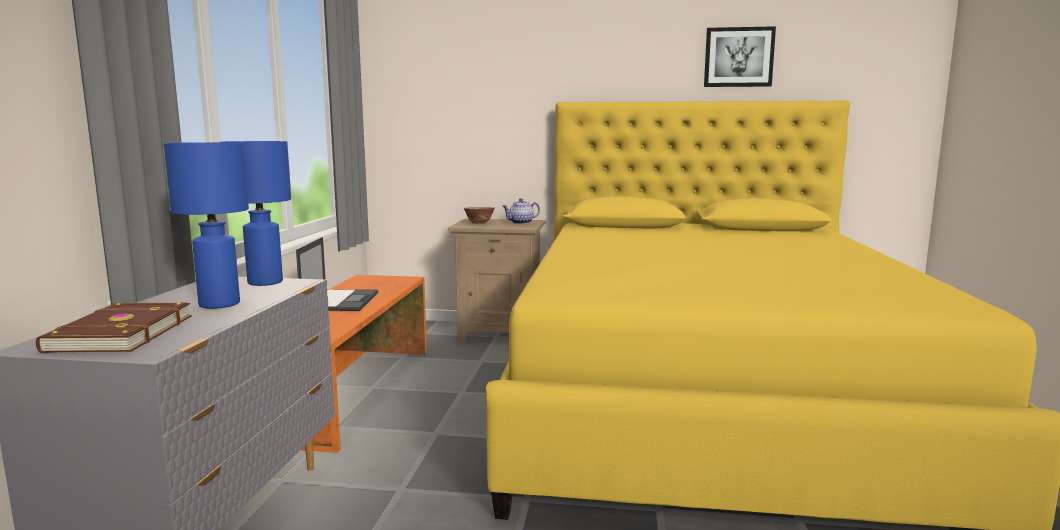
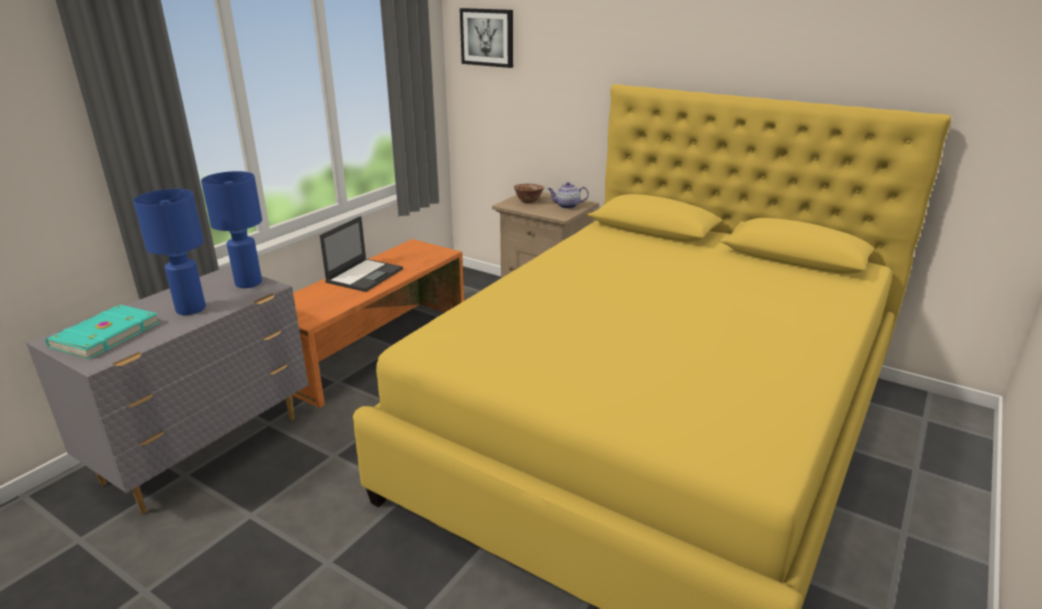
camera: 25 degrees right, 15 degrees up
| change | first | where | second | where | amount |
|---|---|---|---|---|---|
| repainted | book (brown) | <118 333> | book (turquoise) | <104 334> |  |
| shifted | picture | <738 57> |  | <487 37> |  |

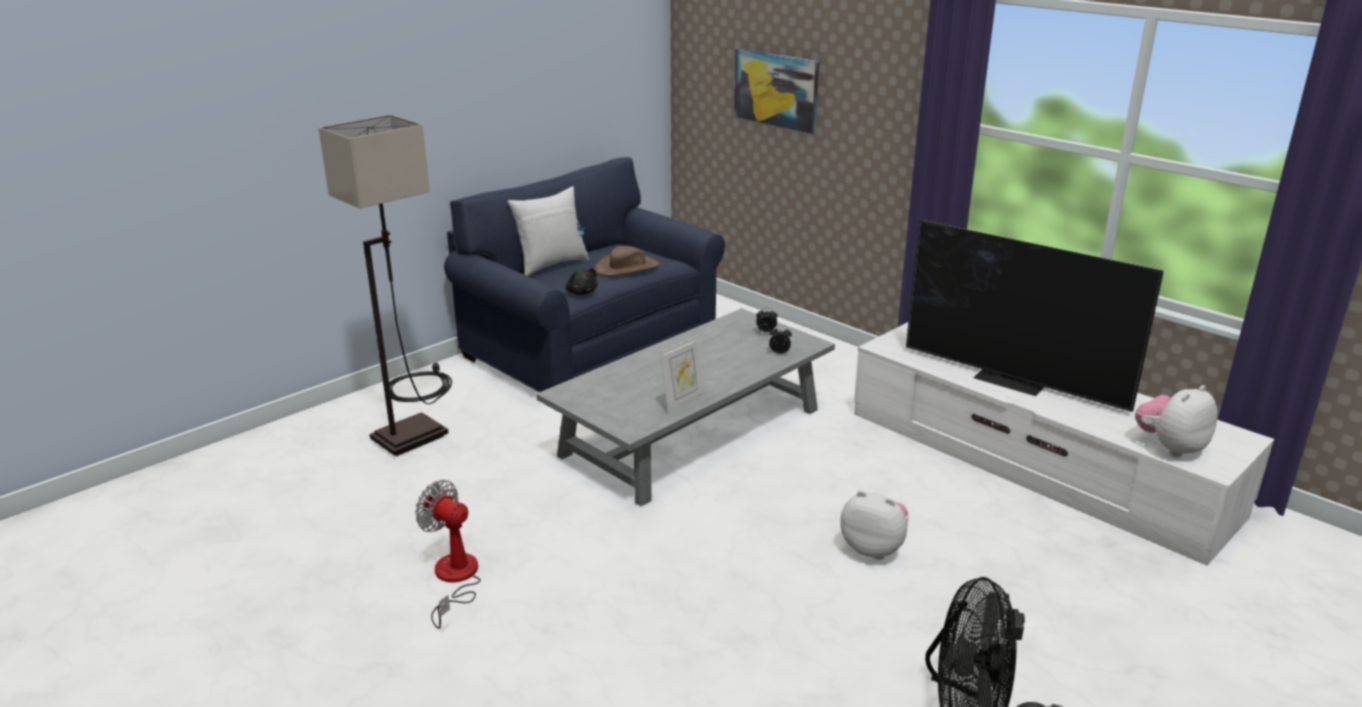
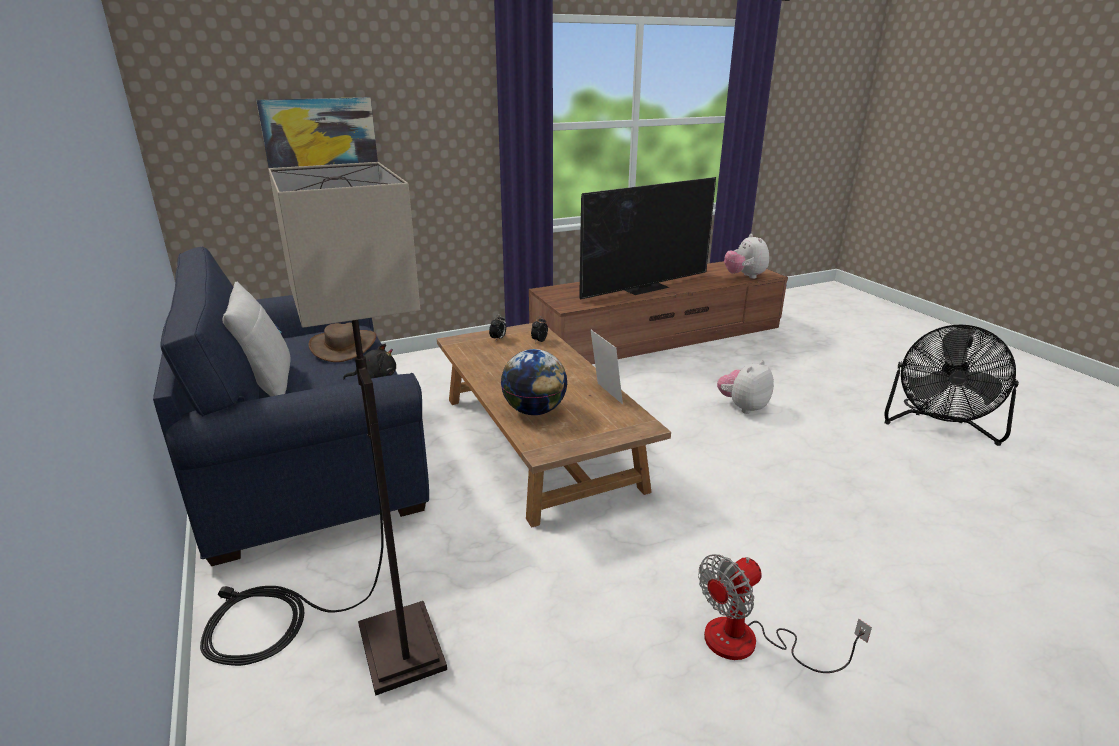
camera: 70 degrees left, 0 degrees up
| change | first | where | second | where | amount |
|---|---|---|---|---|---|
| repainted | coffee table (grey) | <691 431> | coffee table (brown) | <536 441> |  |
| new |  |  | globe | <534 411> |  |
| repainted | tv stand (white) | <1037 461> | tv stand (brown) | <658 334> |  |

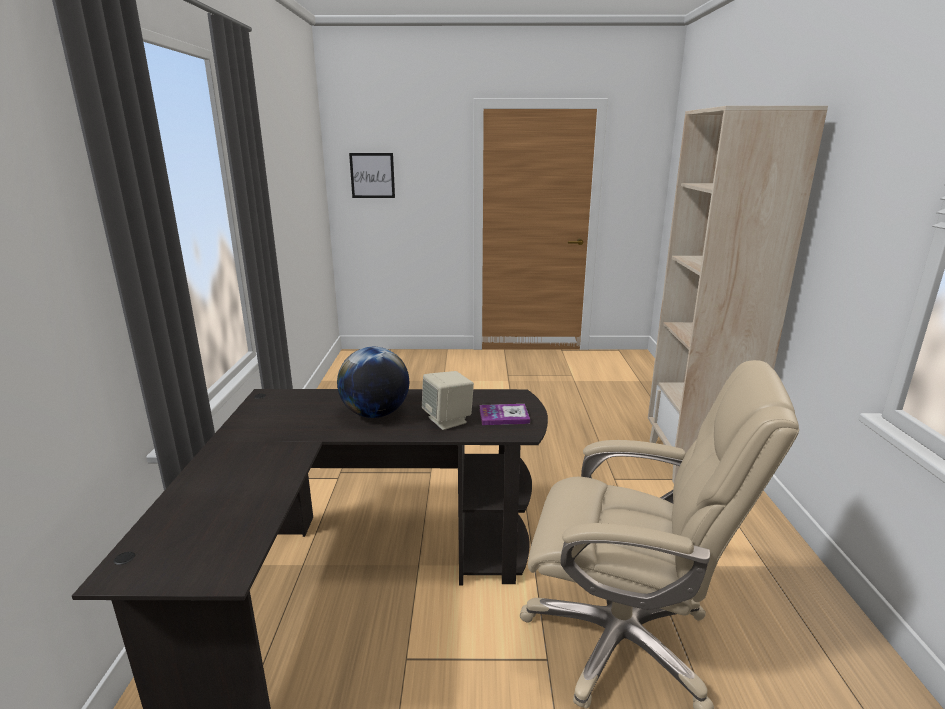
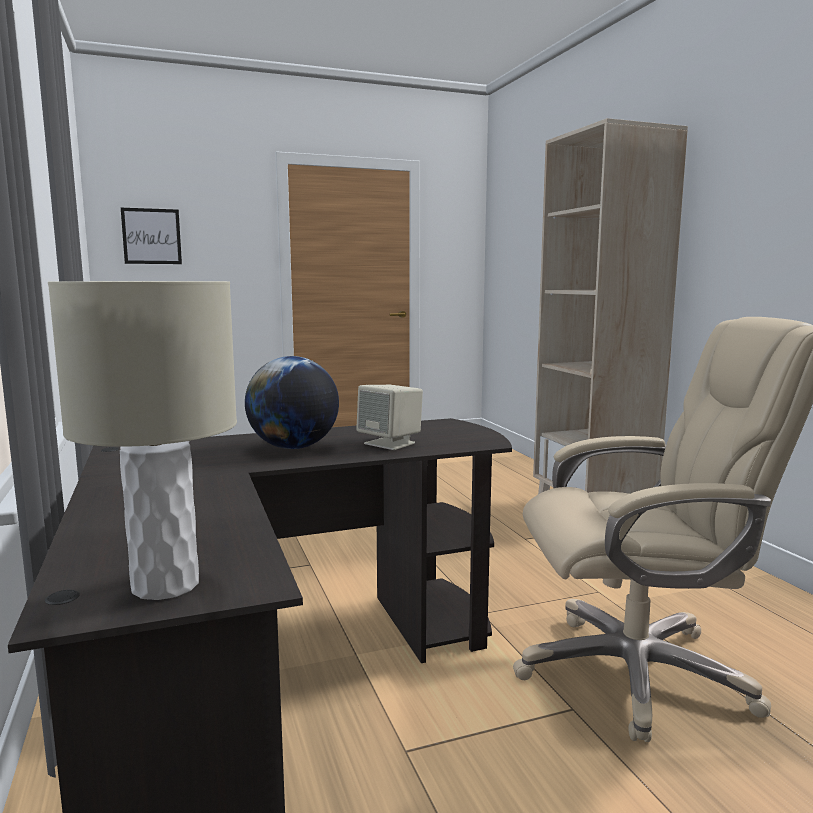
camera: 20 degrees left, 10 degrees down
| change | first | where | second | where | amount |
|---|---|---|---|---|---|
| new |  |  | table lamp (beige) | <166 585> |  |
| gone | book | <504 416> |  |  |  |

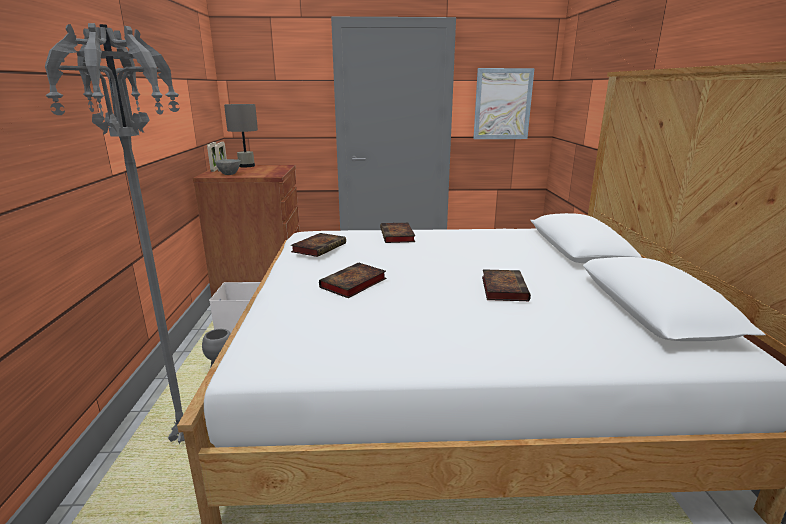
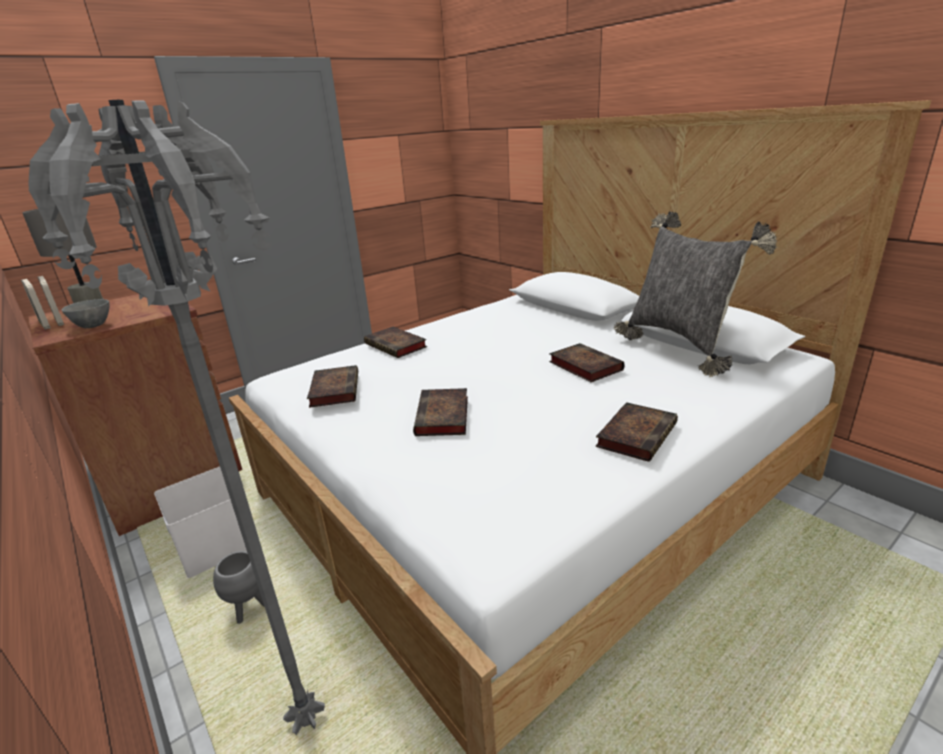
camera: 35 degrees left, 5 degrees up
| change | first | where | second | where | amount |
|---|---|---|---|---|---|
| new |  |  | book | <636 434> |  |
| new |  |  | pillow | <681 353> |  |
| gone | picture | <502 104> |  |  |  |

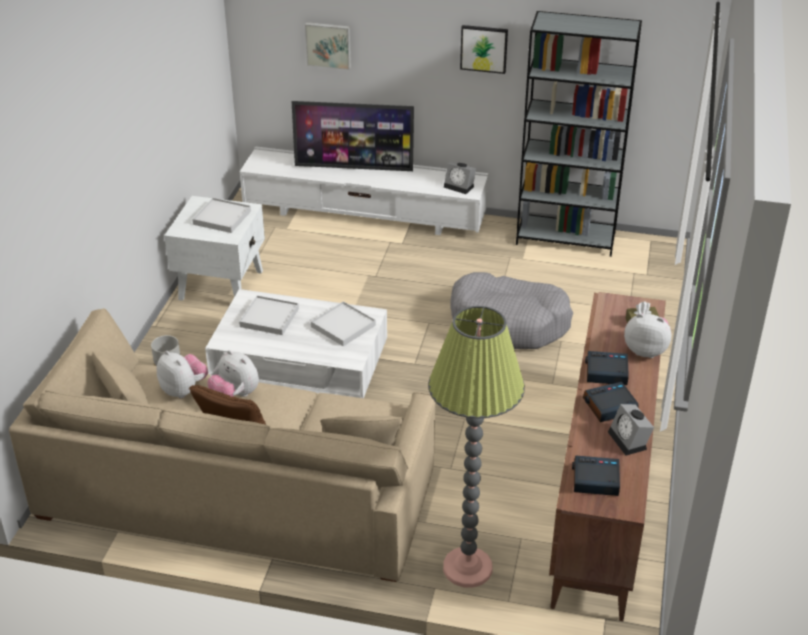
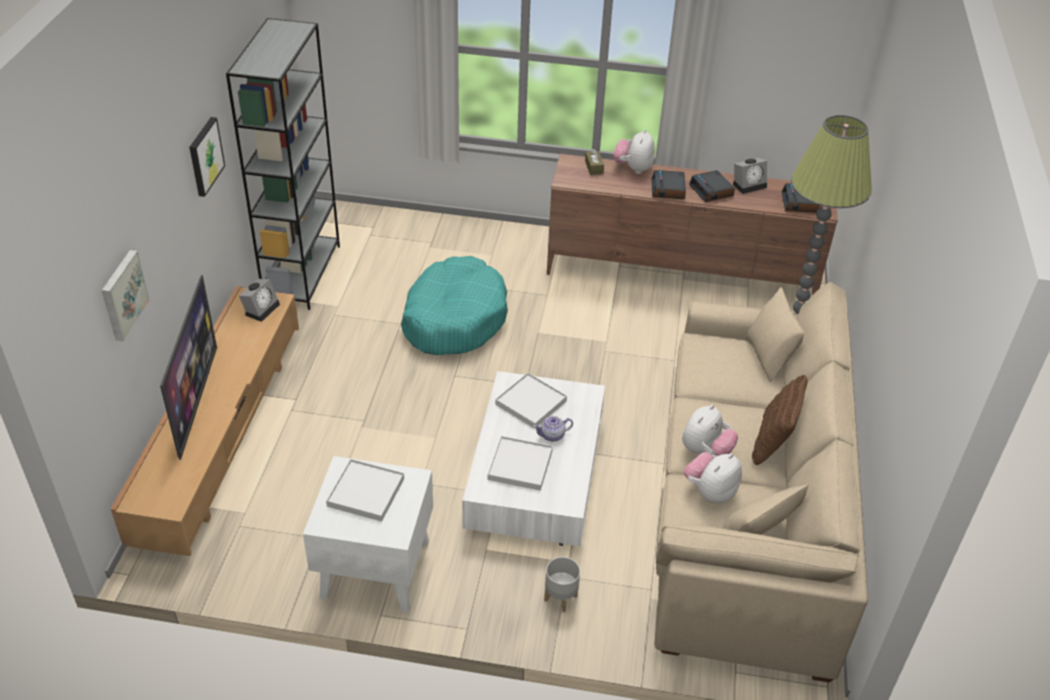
camera: 95 degrees left, 5 degrees up
| change | first | where | second | where | amount |
|---|---|---|---|---|---|
| repainted | tv stand (white) | <364 213> | tv stand (brown) | <220 435> |  |
| repainted | dog bed (grey) | <509 323> | dog bed (turquoise) | <454 318> |  |
| new |  |  | teapot | <552 435> |  |

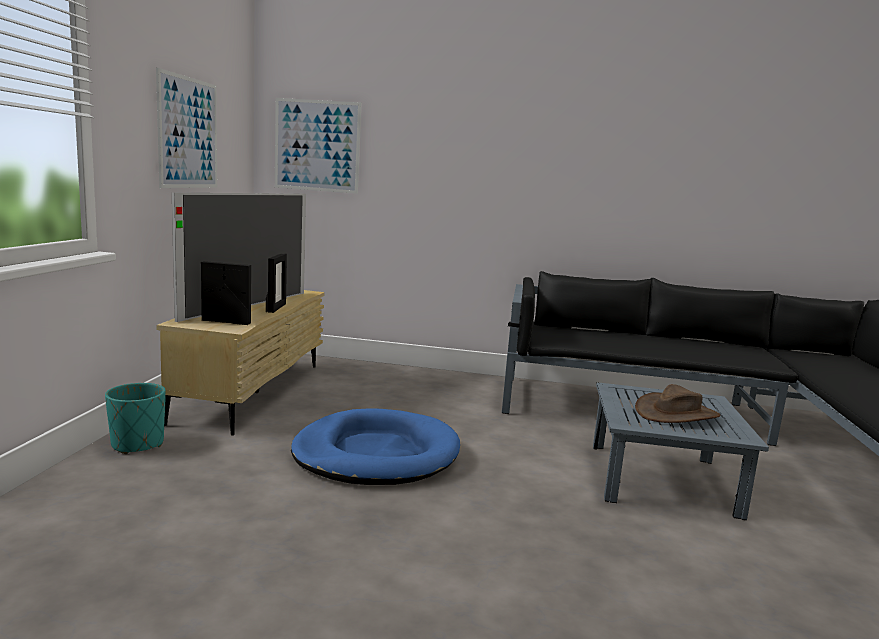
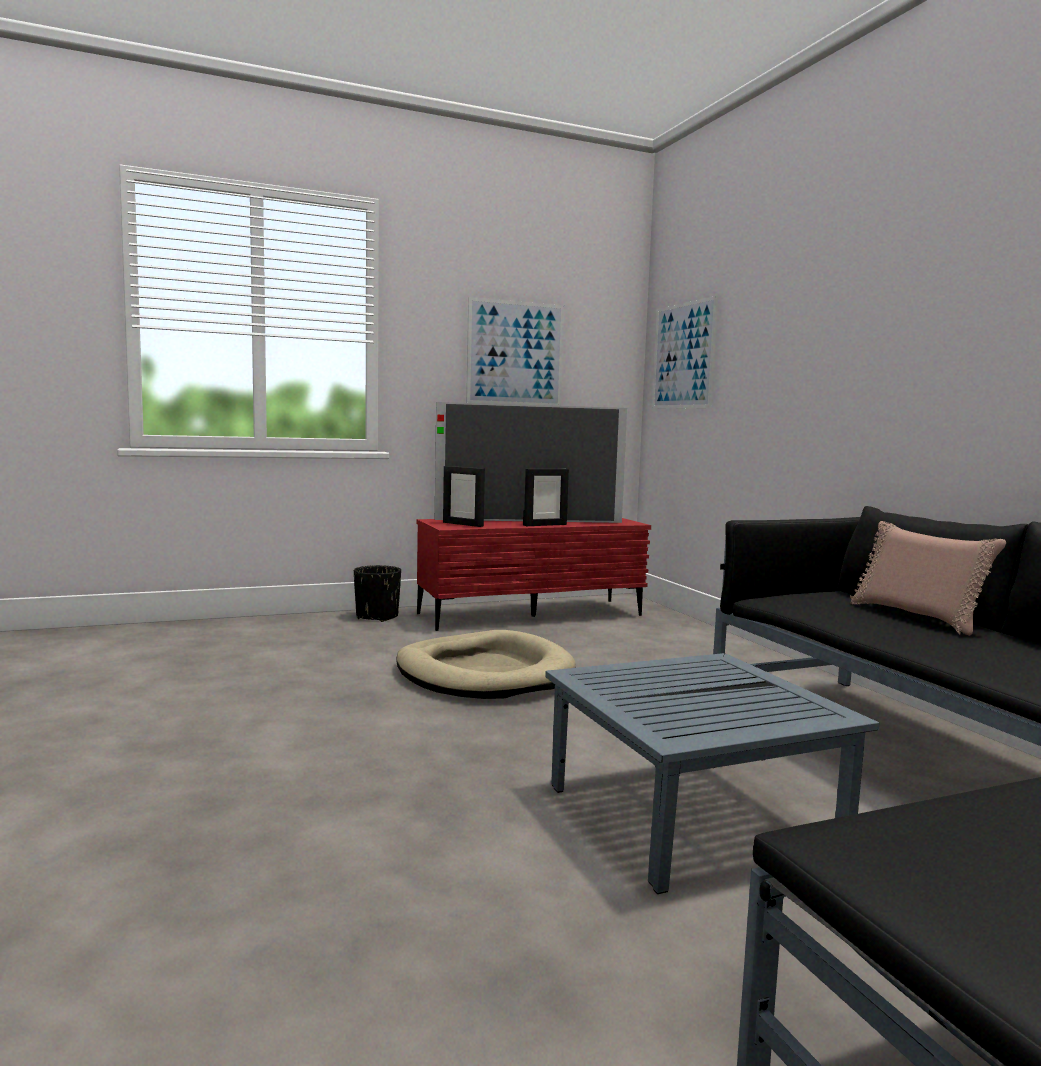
camera: 60 degrees right, 5 degrees down
| change | first | where | second | where | amount |
|---|---|---|---|---|---|
| repainted | planter (turquoise) | <138 444> | planter (black) | <377 617> |  |
| repainted | dog bed (blue) | <376 454> | dog bed (beige) | <484 673> |  |
| repainted | tv stand (beige) | <253 392> | tv stand (red) | <532 615> |  |
| rotated | picture frame | <225 322> |  | <463 524> | 150 degrees clockwise |
| new |  |  | pillow (beige) | <917 618> |  |
| gone | hat (brown) | <676 413> |  |  |  |

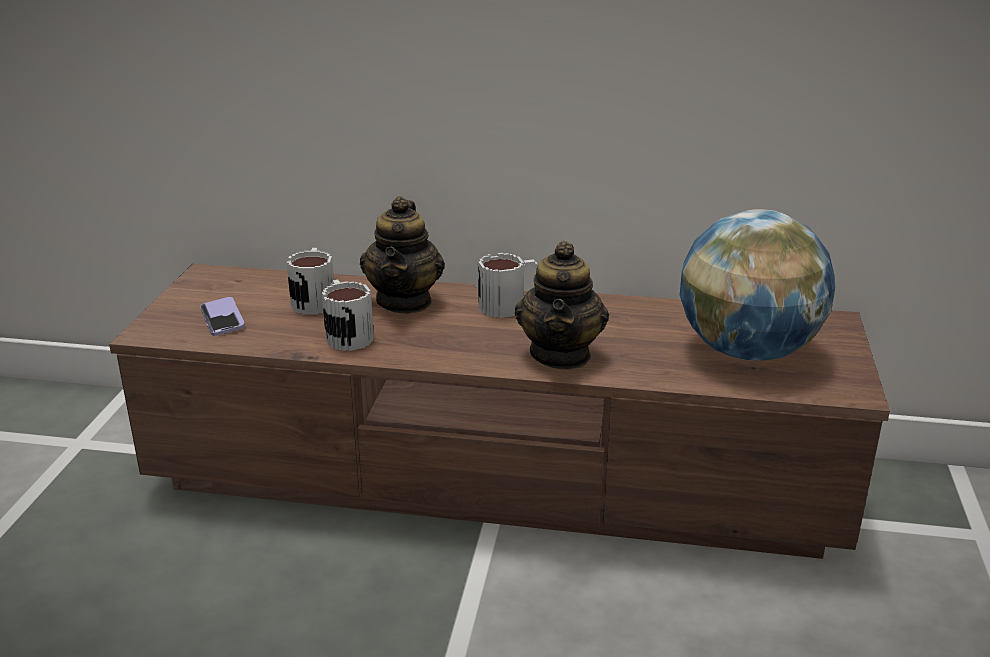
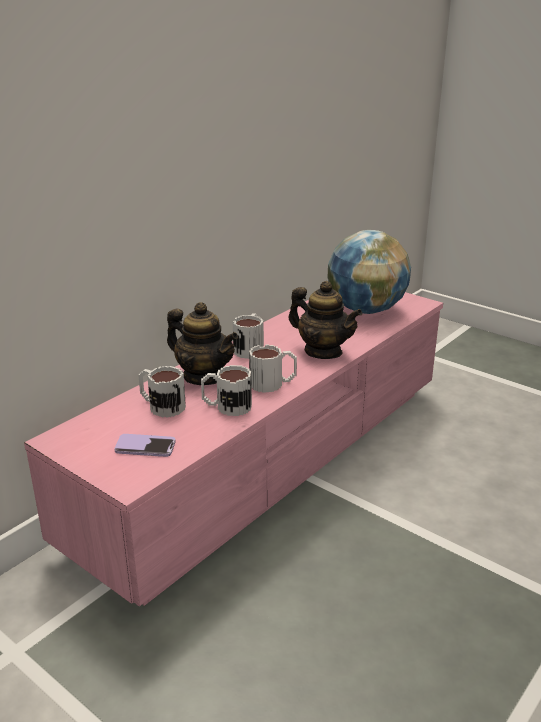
camera: 60 degrees left, 0 degrees up
| change | first | where | second | where | amount |
|---|---|---|---|---|---|
| repainted | tv stand (brown) | <496 479> | tv stand (pink) | <270 461> |  |
| new |  |  | mug | <273 383> |  |

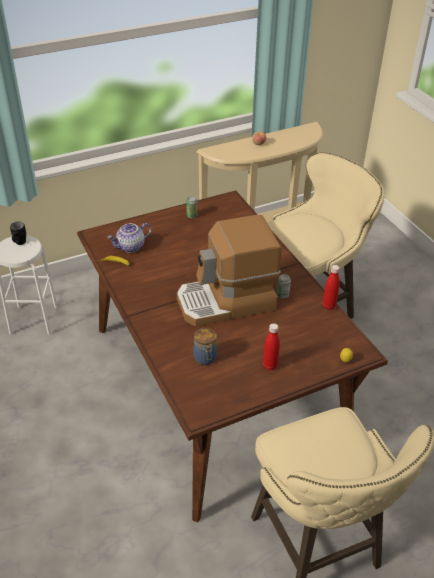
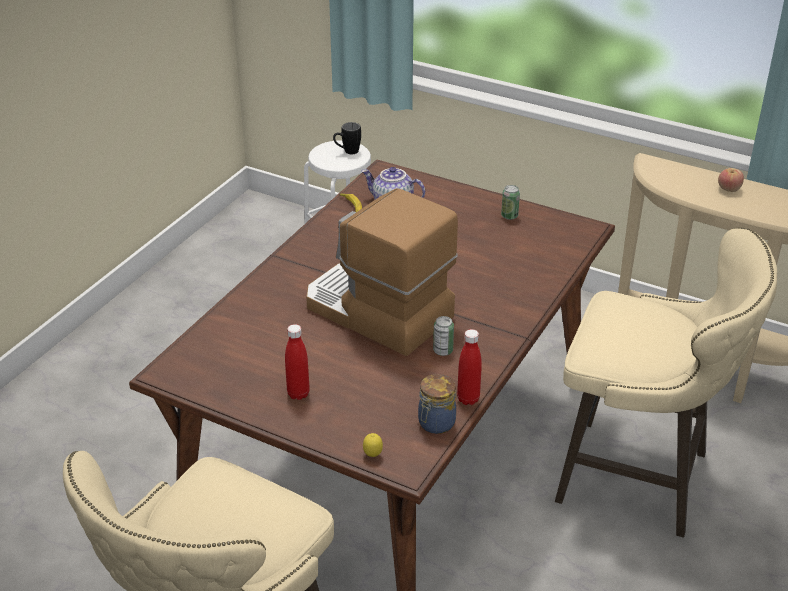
camera: 55 degrees right, 5 degrees down
| change | first | where | second | where | amount |
|---|---|---|---|---|---|
| shifted | jar | <205 358> |  | <435 424> |  |

